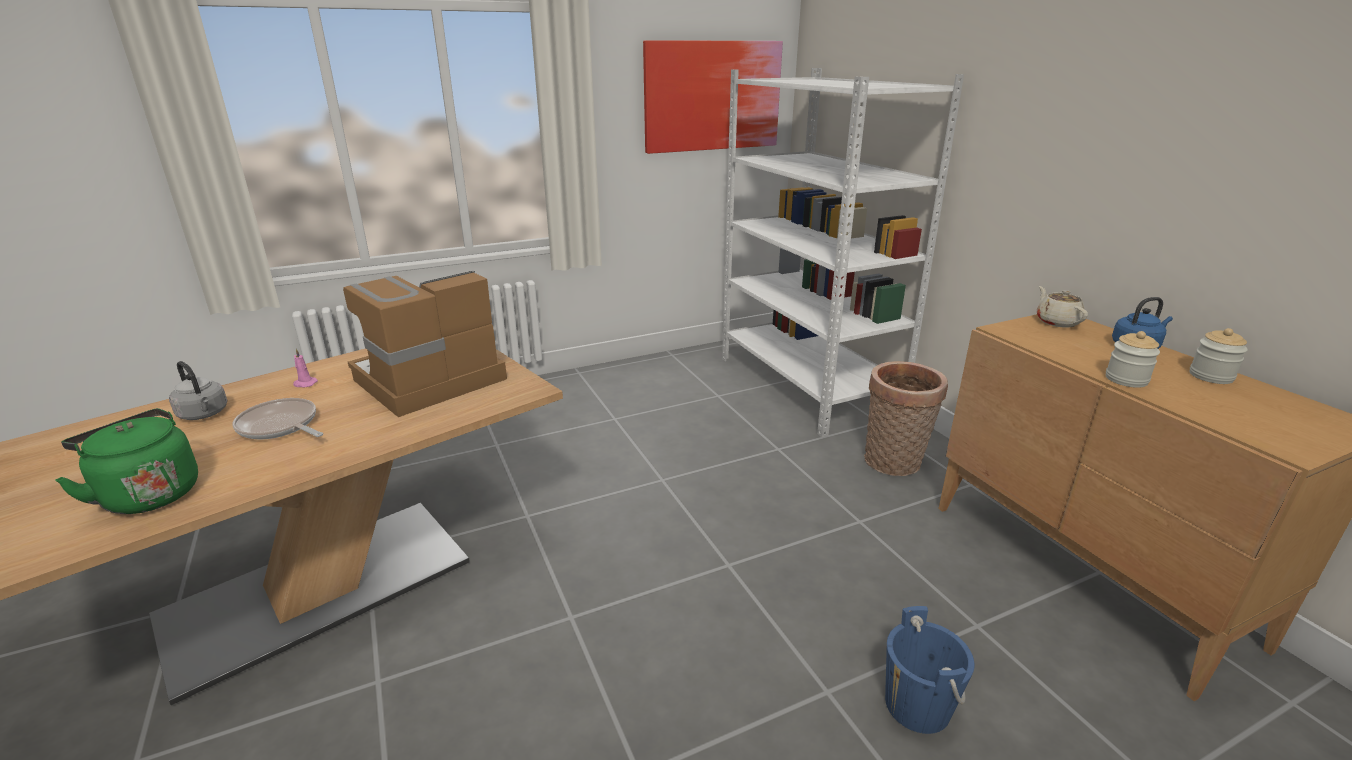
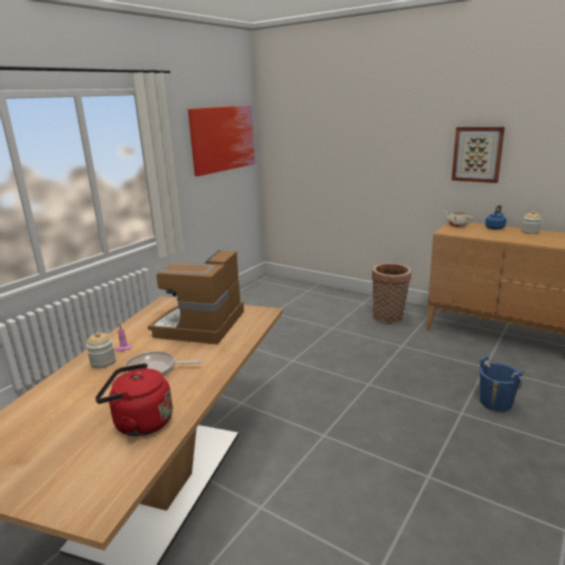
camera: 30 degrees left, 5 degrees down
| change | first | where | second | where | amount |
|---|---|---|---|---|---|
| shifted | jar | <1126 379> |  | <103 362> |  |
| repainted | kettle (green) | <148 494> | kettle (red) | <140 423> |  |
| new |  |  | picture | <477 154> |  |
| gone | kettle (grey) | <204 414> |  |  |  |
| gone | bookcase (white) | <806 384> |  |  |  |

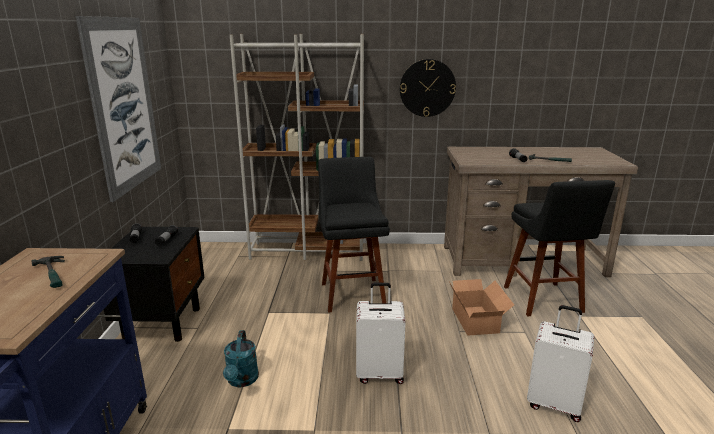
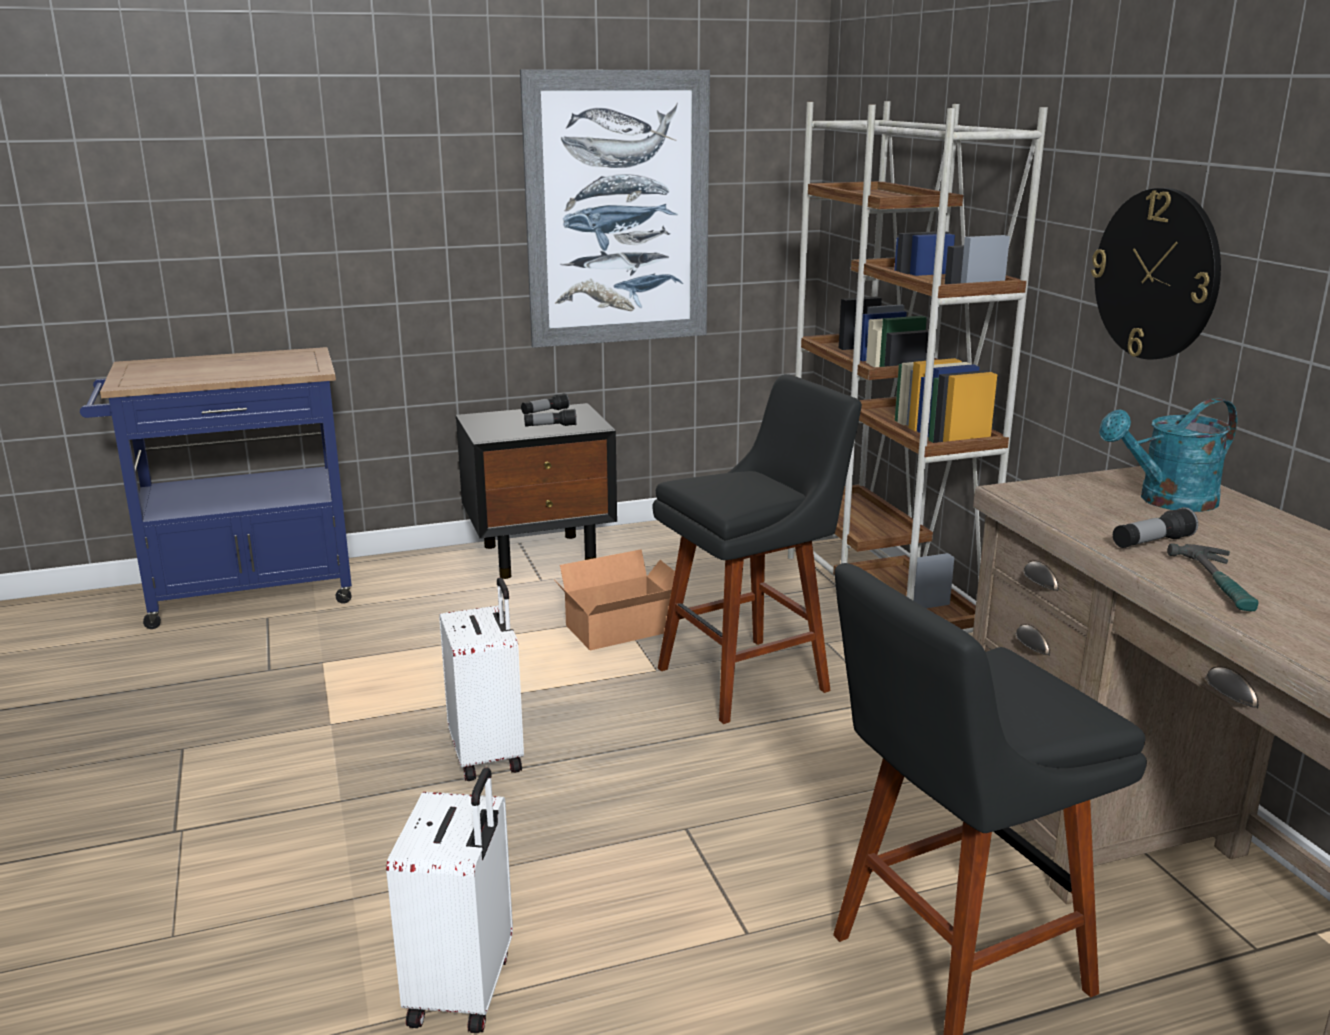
camera: 70 degrees right, 0 degrees up
| change | first | where | second | where | amount |
|---|---|---|---|---|---|
| shifted | cardboard box | <476 319> |  | <623 629> |  |
| shifted | watering can (turquoise) | <242 381> |  | <1167 501> |  |
| gone | hammer | <53 275> |  |  |  |

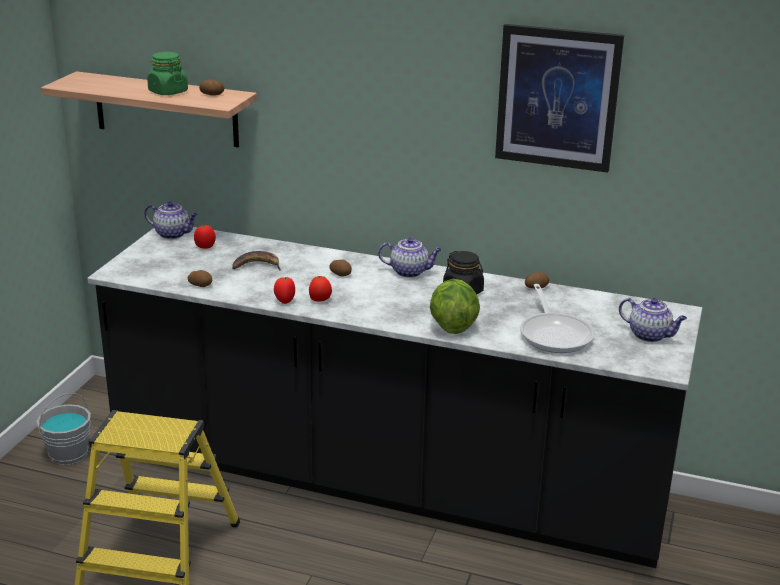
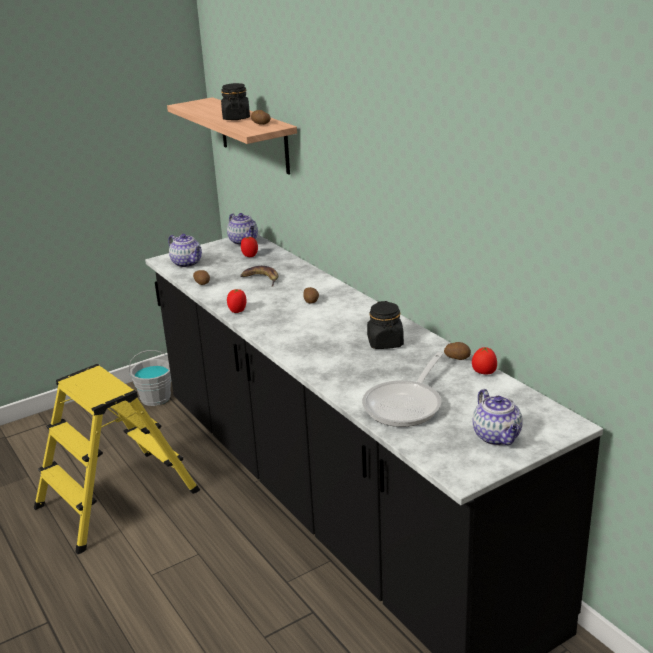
camera: 40 degrees right, 0 degrees up
| change | first | where | second | where | amount |
|---|---|---|---|---|---|
| shifted | teapot | <410 272> |  | <187 263> |  |
| repainted | jar (green) | <168 92> | jar (black) | <236 118> |  |
| shifted | tomato | <320 300> |  | <484 373> |  |
| gone | lettuce | <452 326> |  |  |  |
| gone | picture | <557 98> |  |  |  |

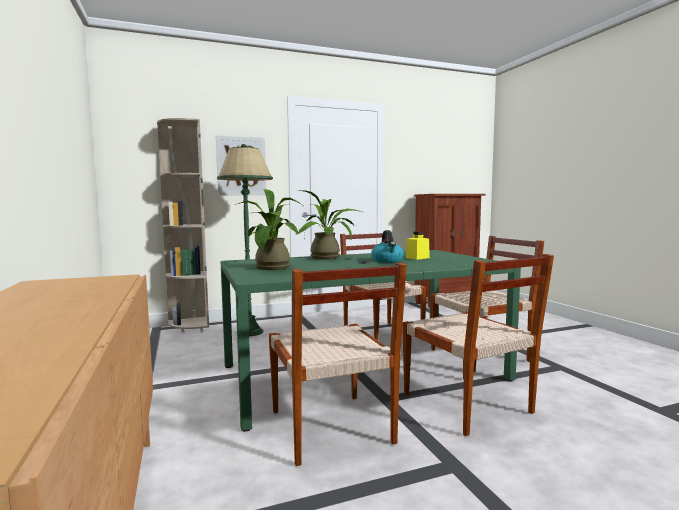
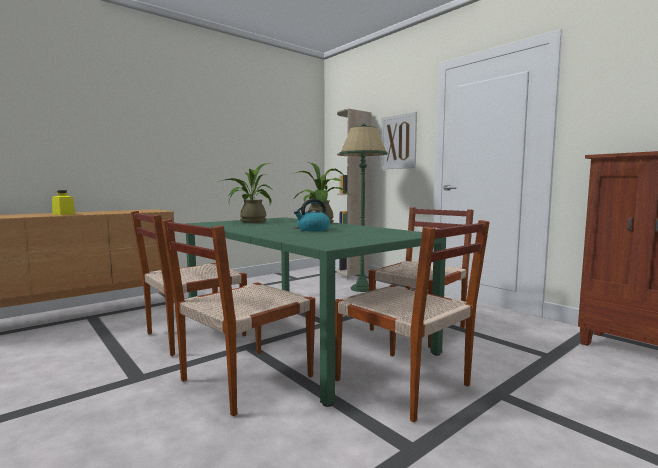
camera: 70 degrees right, 0 degrees up
| change | first | where | second | where | amount |
|---|---|---|---|---|---|
| shifted | jar (yellow) | <417 258> |  | <63 214> |  |

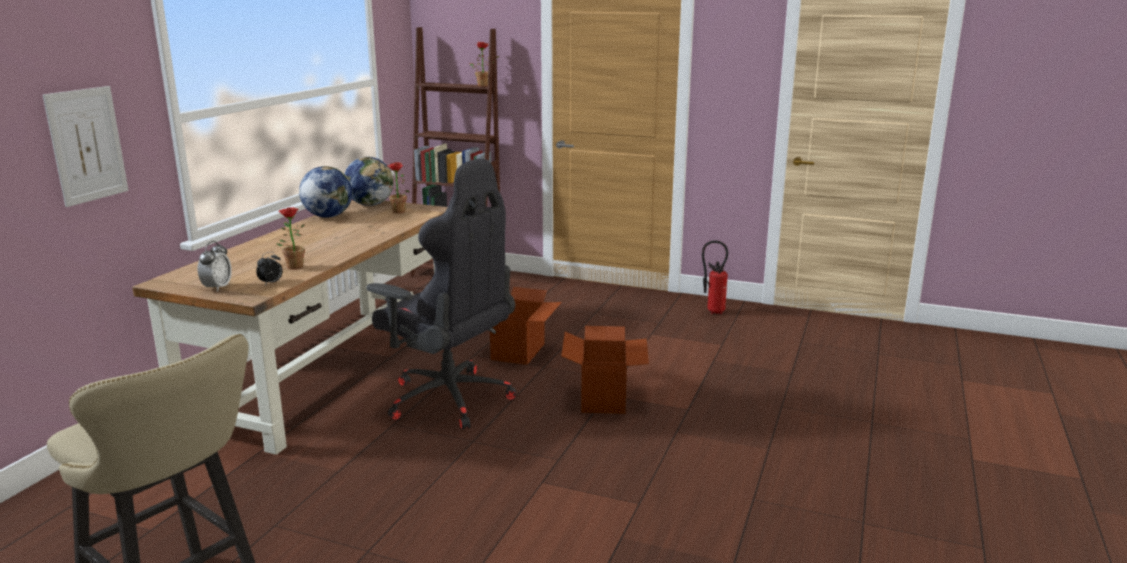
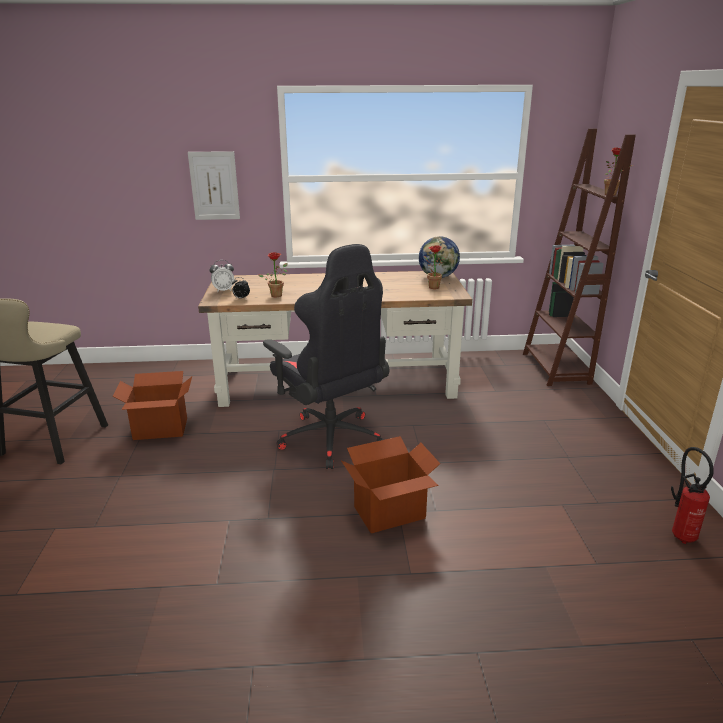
camera: 65 degrees right, 5 degrees up
| change | first | where | second | where | amount |
|---|---|---|---|---|---|
| shifted | cardboard box | <519 351> |  | <160 429> |  |
| rotated | office chair (black) | <448 399> |  | <330 438> | 45 degrees counterclockwise |
| gone | globe | <328 216> |  |  |  |

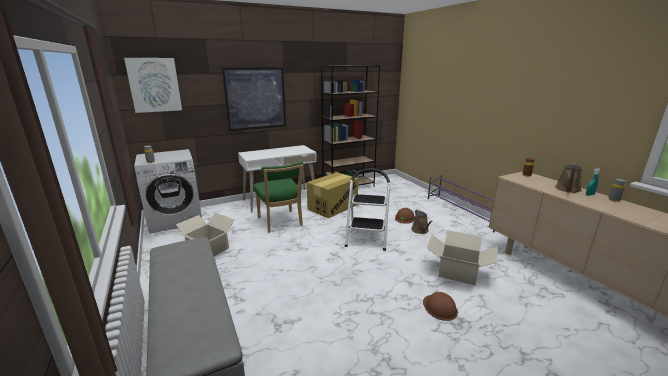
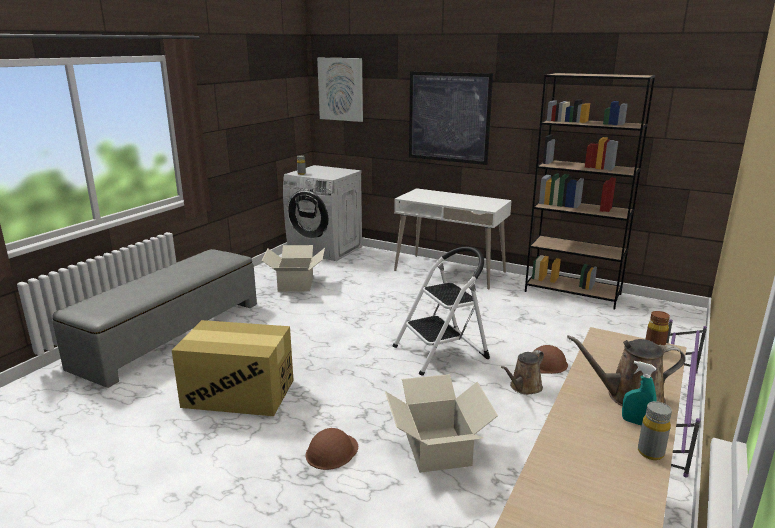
camera: 55 degrees right, 0 degrees up
| change | first | where | second | where | amount |
|---|---|---|---|---|---|
| shifted | cardboard box | <333 207> |  | <239 393> |  |
| gone | chair (green) | <280 222> |  |  |  |

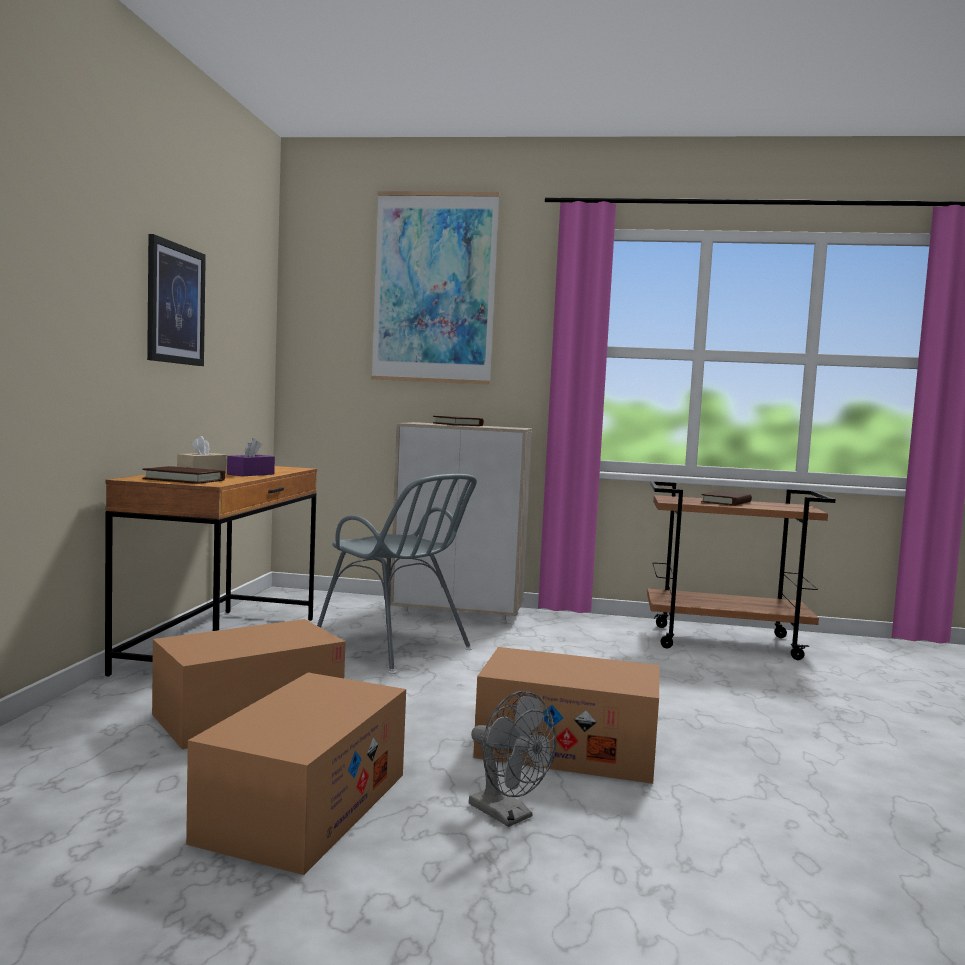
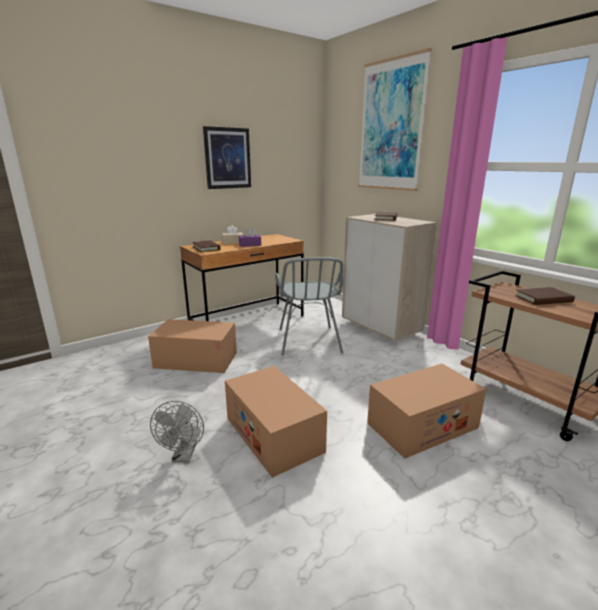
camera: 45 degrees right, 15 degrees up
| change | first | where | second | where | amount |
|---|---|---|---|---|---|
| shifted | cardboard box | <304 806> |  | <422 425> |  |

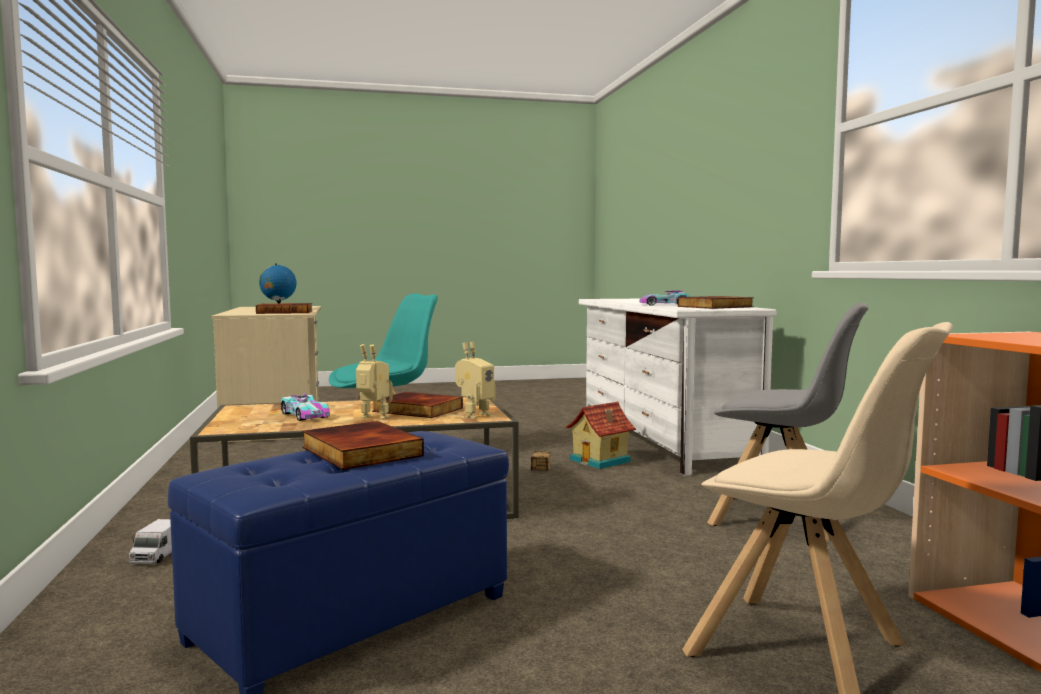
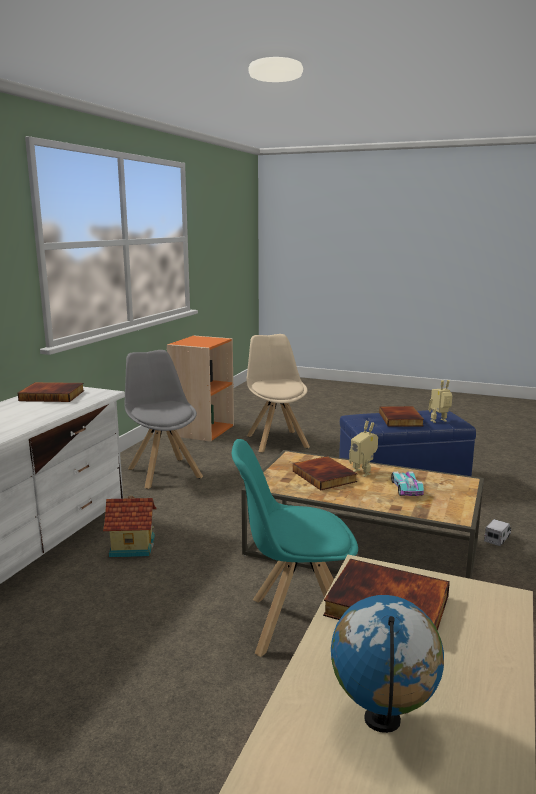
camera: 145 degrees left, 10 degrees up
| change | first | where | second | where | amount |
|---|---|---|---|---|---|
| shifted | toy robot | <474 415> |  | <439 421> |  |
| gone | storage box | <539 472> |  |  |  |
| gone | toy car | <665 305> |  |  |  |

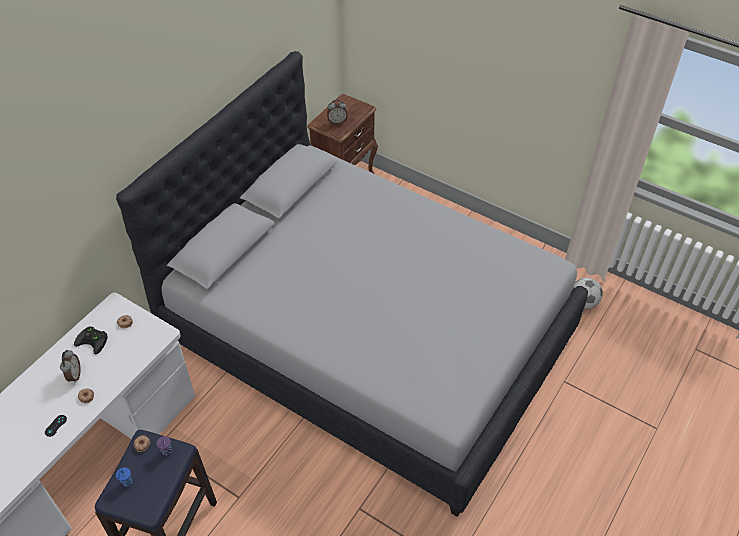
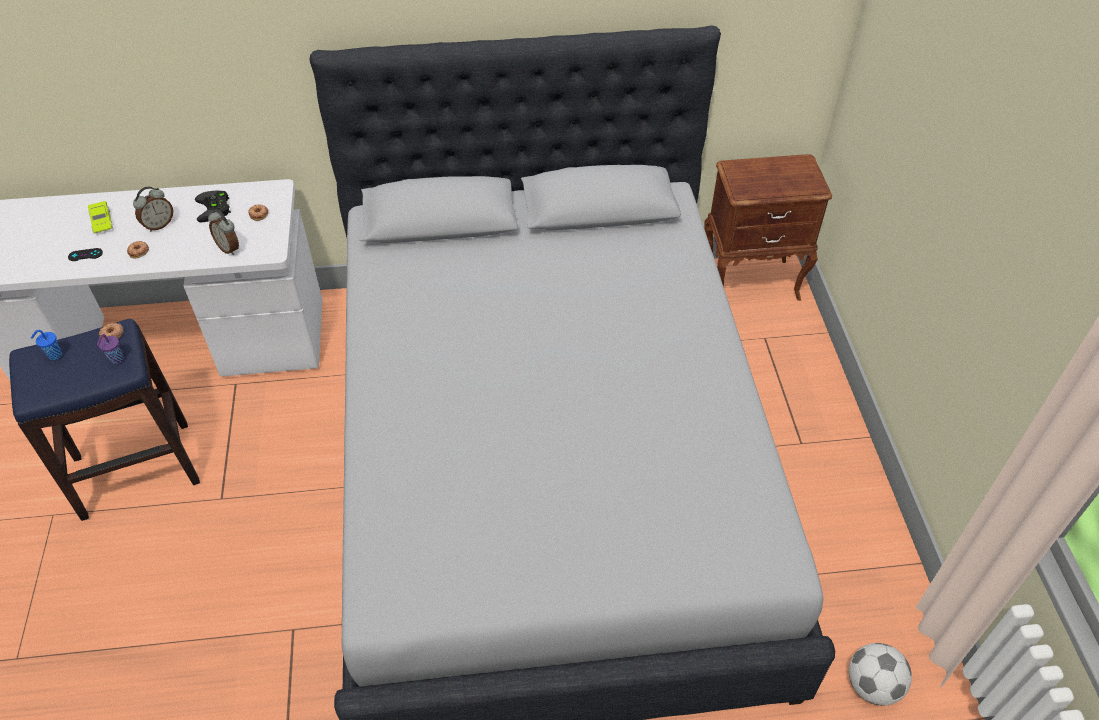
camera: 50 degrees right, 0 degrees up
| change | first | where | second | where | amount |
|---|---|---|---|---|---|
| new |  |  | toy car (green) | <101 221> |  |
| shifted | alarm clock | <337 122> |  | <229 248> |  |

